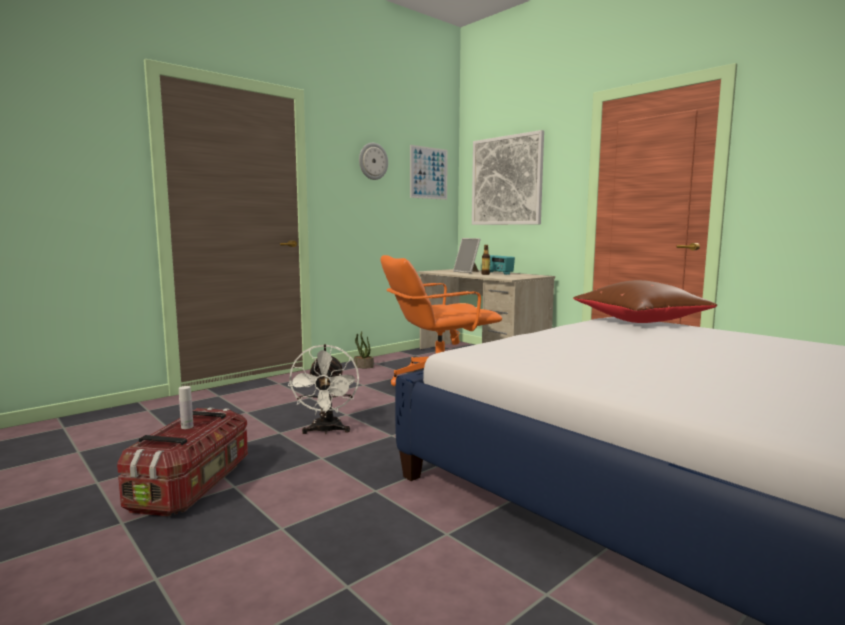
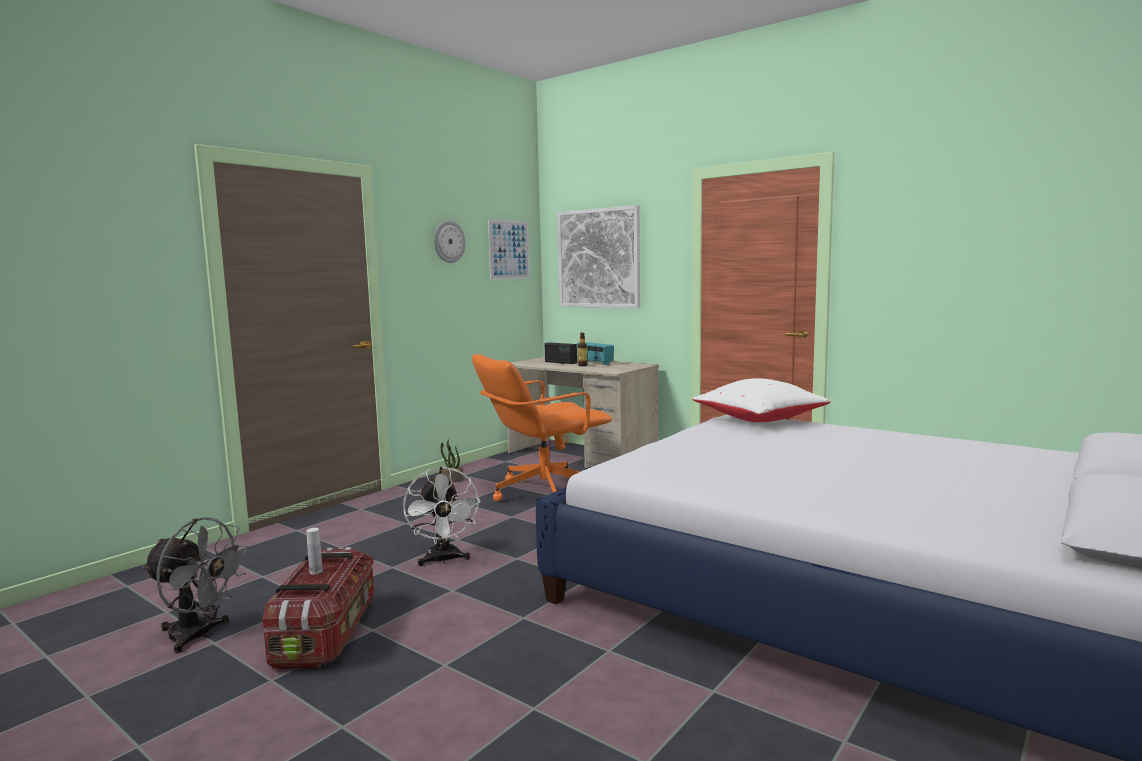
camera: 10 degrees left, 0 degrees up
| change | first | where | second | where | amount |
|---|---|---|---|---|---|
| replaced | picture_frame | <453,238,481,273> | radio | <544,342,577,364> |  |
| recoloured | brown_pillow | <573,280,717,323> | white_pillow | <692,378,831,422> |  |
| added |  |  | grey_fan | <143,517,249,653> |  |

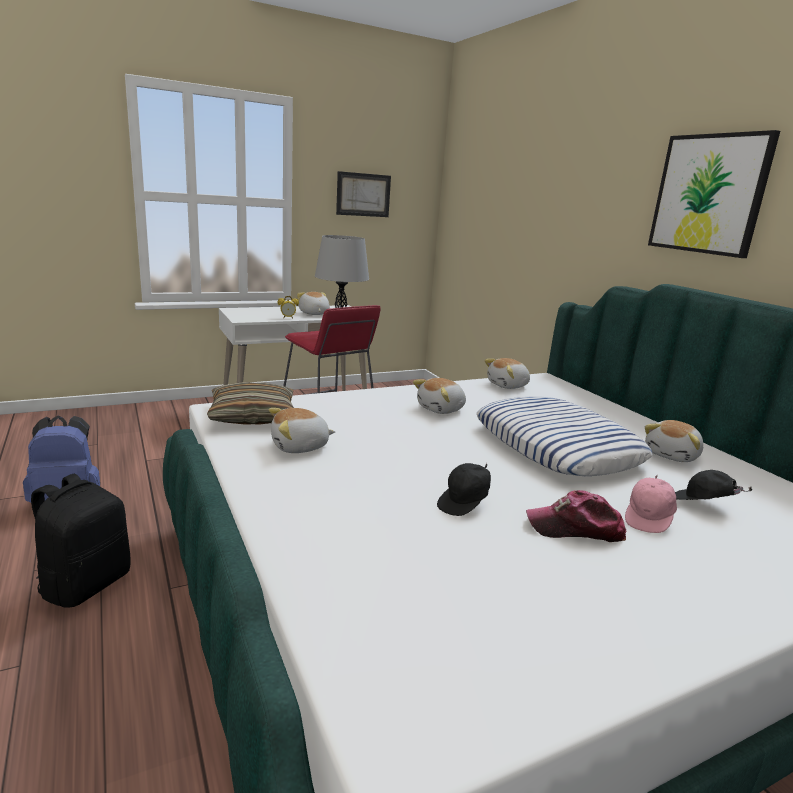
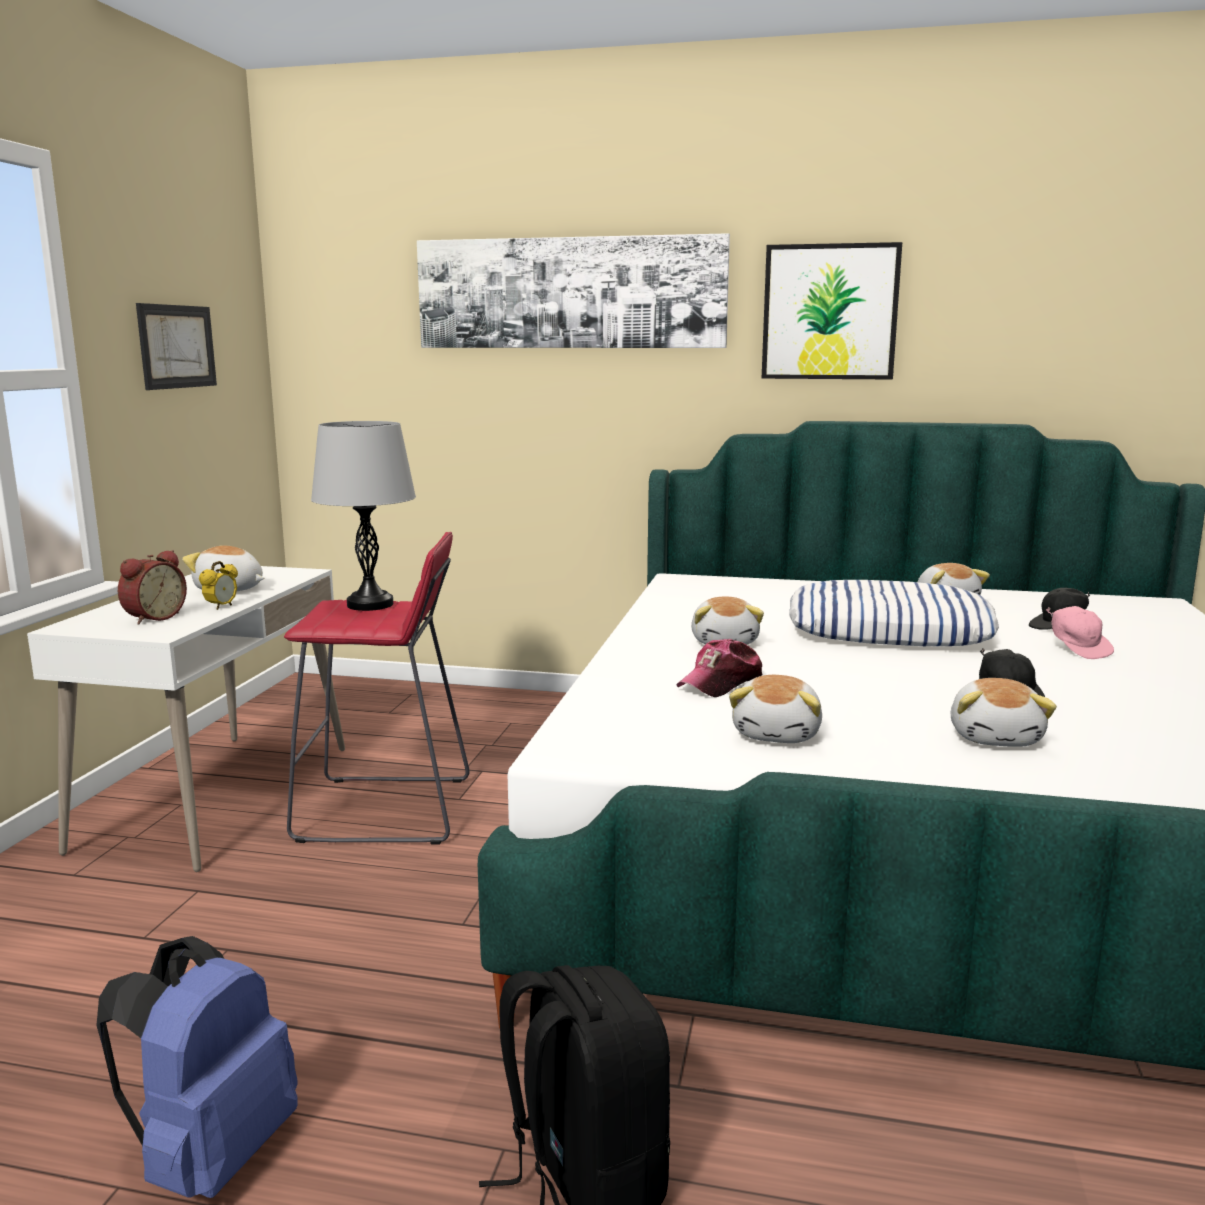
camera: 50 degrees left, 5 degrees down
| change | first | where | second | where | amount |
|---|---|---|---|---|---|
| moved | plush_toy | <484,358,530,389> |  | <951,678,1057,747> |  |
| removed | pillow | <207,382,294,425> |  |  |  |
| moved | cap | <526,490,626,542> |  | <676,639,763,697> |  |
| added |  |  | picture | <417,233,730,348> |  |
| added |  |  | alarm_clock | <118,550,187,625> |  |

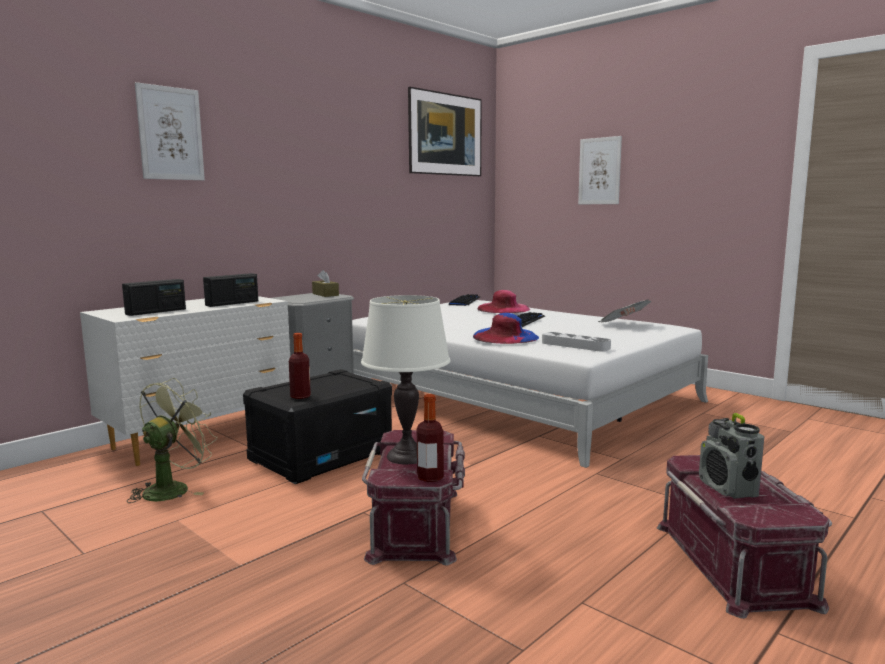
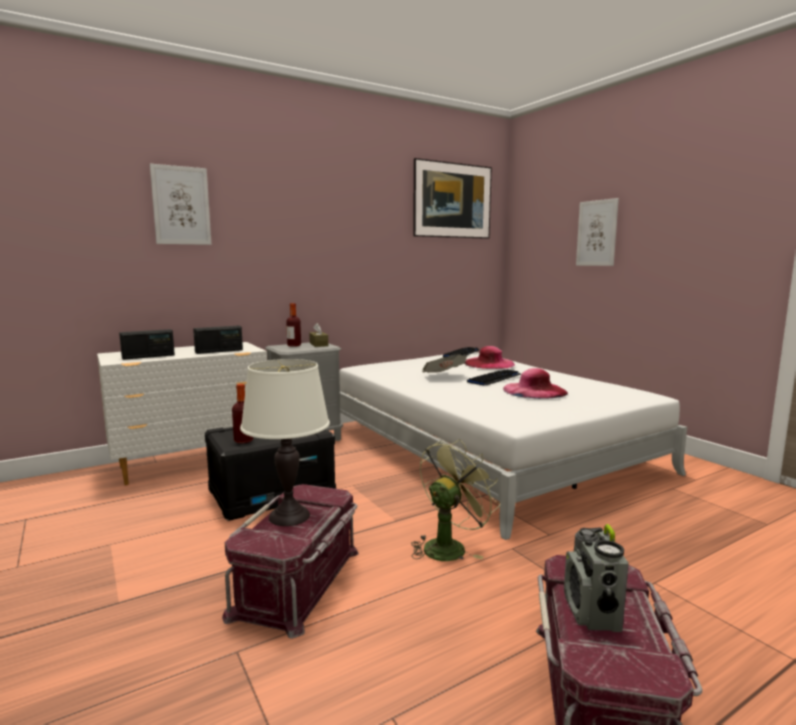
camera: 15 degrees right, 0 degrees up
| change | first | where | second | where | amount |
|---|---|---|---|---|---|
| moved | newspaper | <598,299,651,322> |  | <422,354,467,373> |  |
| removed | blue_hat | <473,313,539,344> |  |  |  |
| removed | grey_tray | <542,332,611,352> |  |  |  |
| moved | green_fan | <127,378,217,503> |  | <411,439,500,561> |  |
| moved | bottle | <417,394,444,482> |  | <286,303,301,347> |  |
| added |  |  | pink_hat | <503,368,568,399> |  |

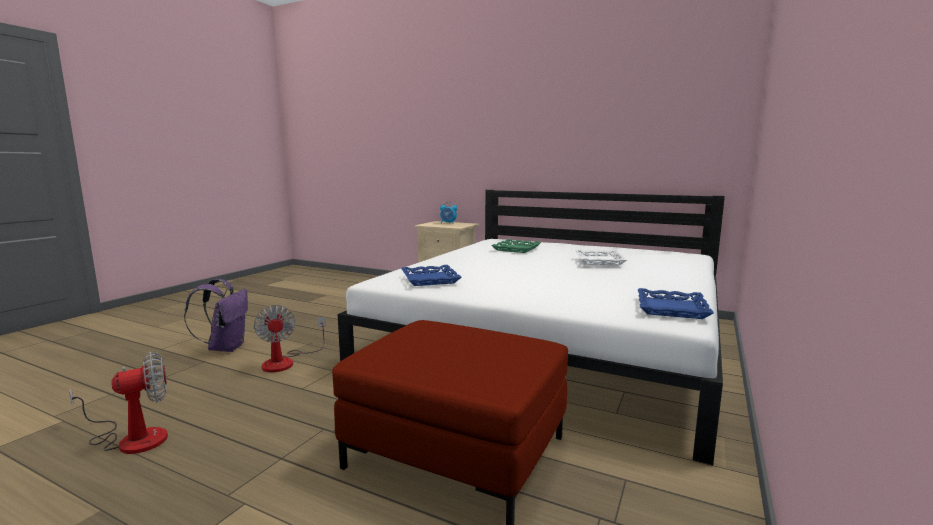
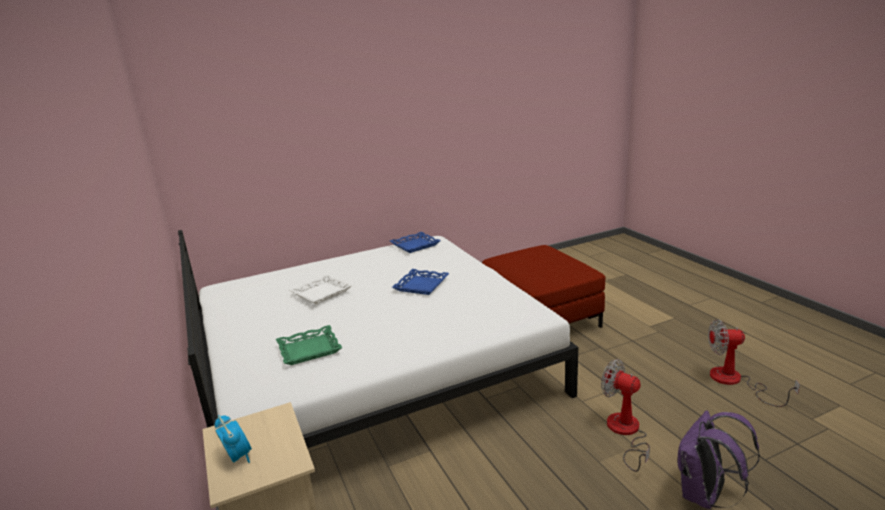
camera: 140 degrees left, 10 degrees up
| change | first | where | second | where | amount |
|---|---|---|---|---|---|
| moved | blue_tray | <401,265,462,286> |  | <392,269,449,295> |  |
| turned | fan | <254,305,325,372> |  | <601,359,650,472> | 60 degrees counterclockwise |

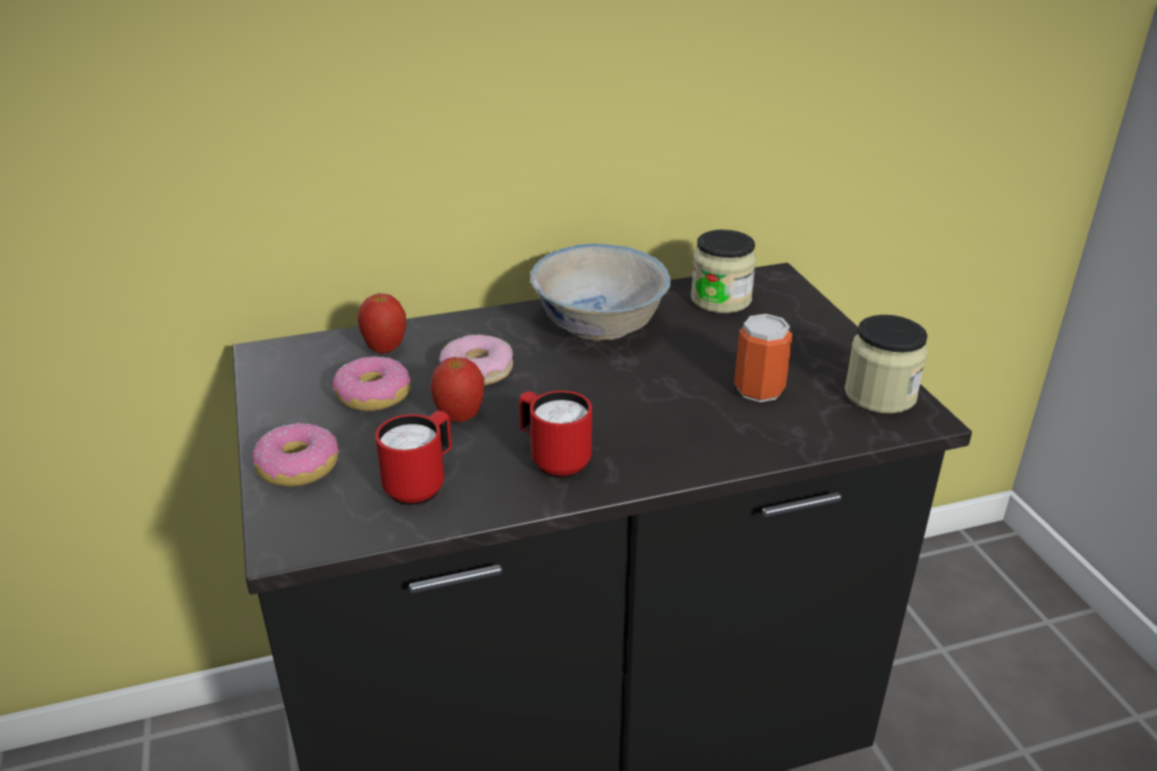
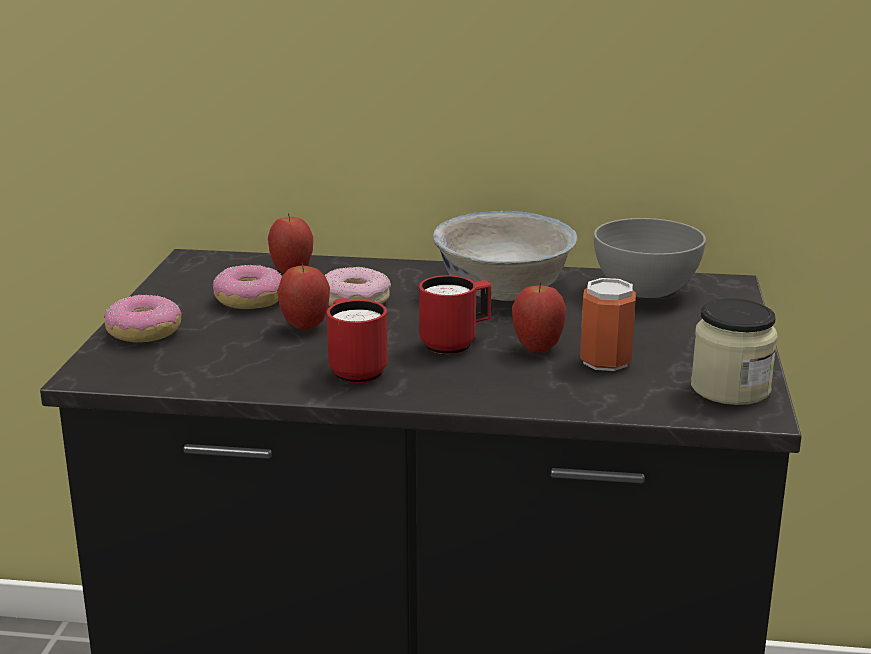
camera: 25 degrees right, 10 degrees down
| change | first | where | second | where | amount |
|---|---|---|---|---|---|
| replaced | jar | <691,230,756,313> | grey_bowl | <594,218,706,298> |  |
| moved | red_mug | <375,411,452,505> |  | <419,275,491,354> |  |
| added |  |  | apple | <512,282,566,353> |  |

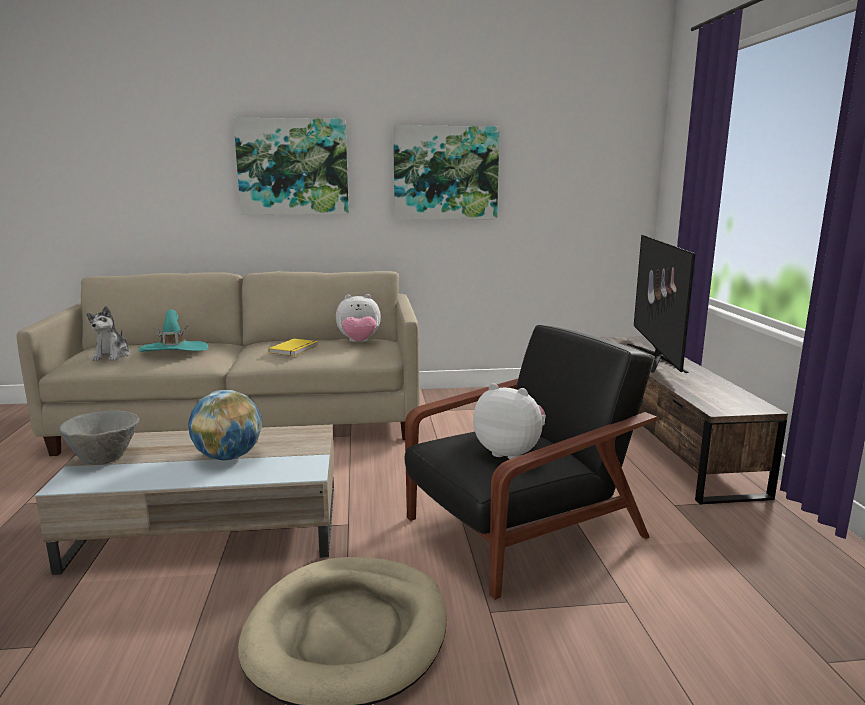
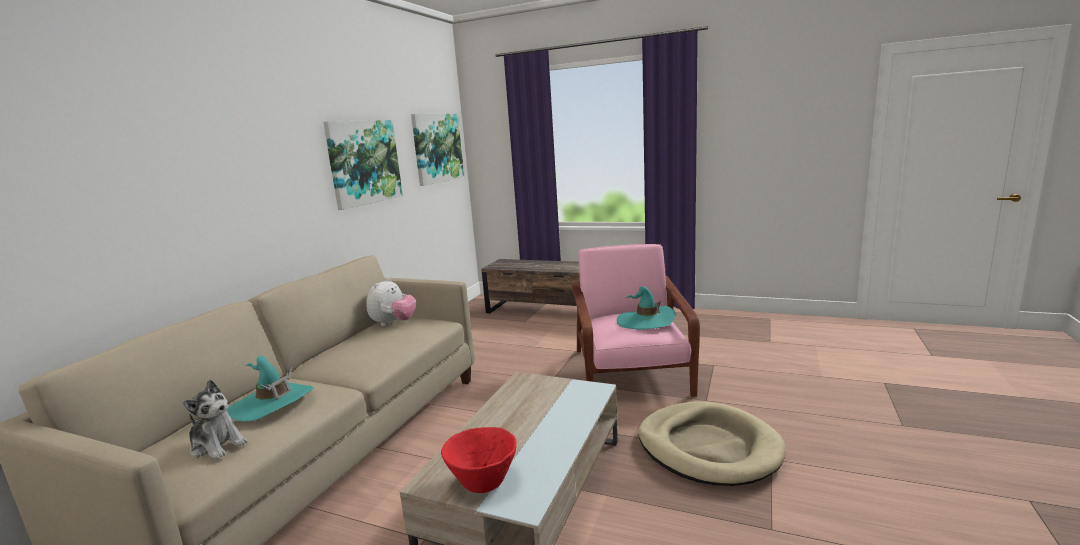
camera: 60 degrees left, 0 degrees up
| change | first | where | second | where | amount |
|---|---|---|---|---|---|
| moved | picture | <233,118,349,215> |  | <411,114,464,186> |  |
| removed | television | <627,235,696,373> |  |  |  |
| recoloured | black_armchair | <405,325,658,600> | pink_armchair | <571,244,700,397> |  |
| removed | yellow_book | <268,339,319,356> |  |  |  |
| replaced | plush_toy | <473,383,546,460> | turquoise_hat | <617,286,676,330> |  |
| removed | globe | <188,390,262,460> |  |  |  |
| recoloured | grey_bowl | <59,410,139,465> | red_bowl | <441,427,516,493> |  |

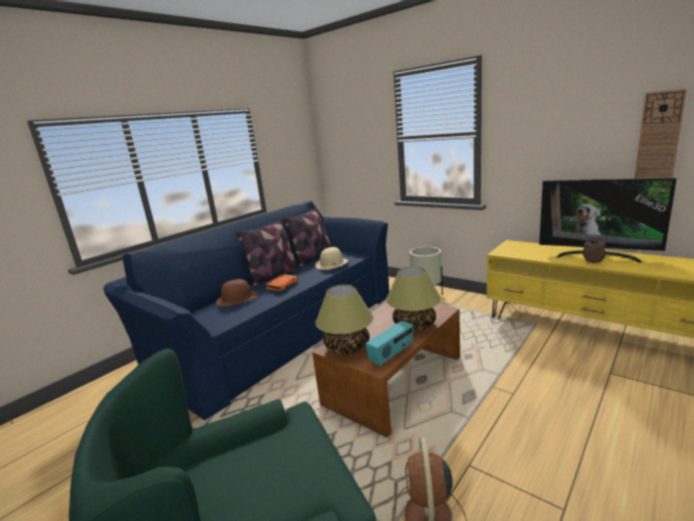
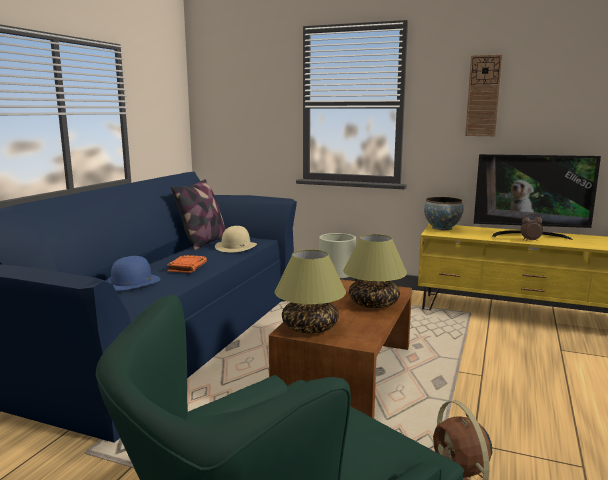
camera: 20 degrees left, 5 degrees down
| change | first | where | second | where | amount |
|---|---|---|---|---|---|
| moved | wall_clock | <634,89,687,179> |  | <465,55,502,136> |  |
| removed | pillow | <235,219,300,286> |  |  |  |
| recoloured | brown_hat | <216,279,258,307> | blue_hat | <105,256,161,291> |  |
| removed | radio | <366,321,413,367> |  |  |  |
| added |  |  | bowl | <424,197,464,230> |  |

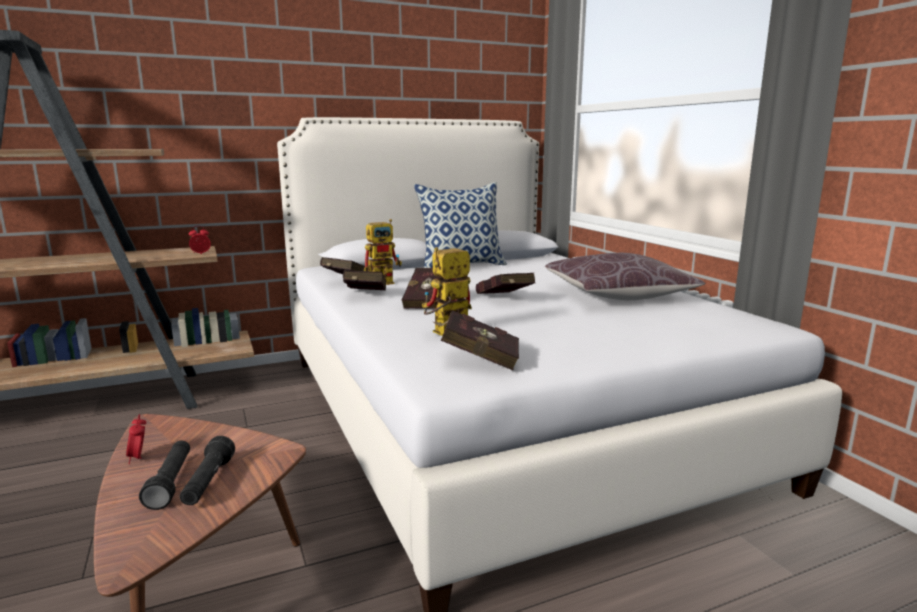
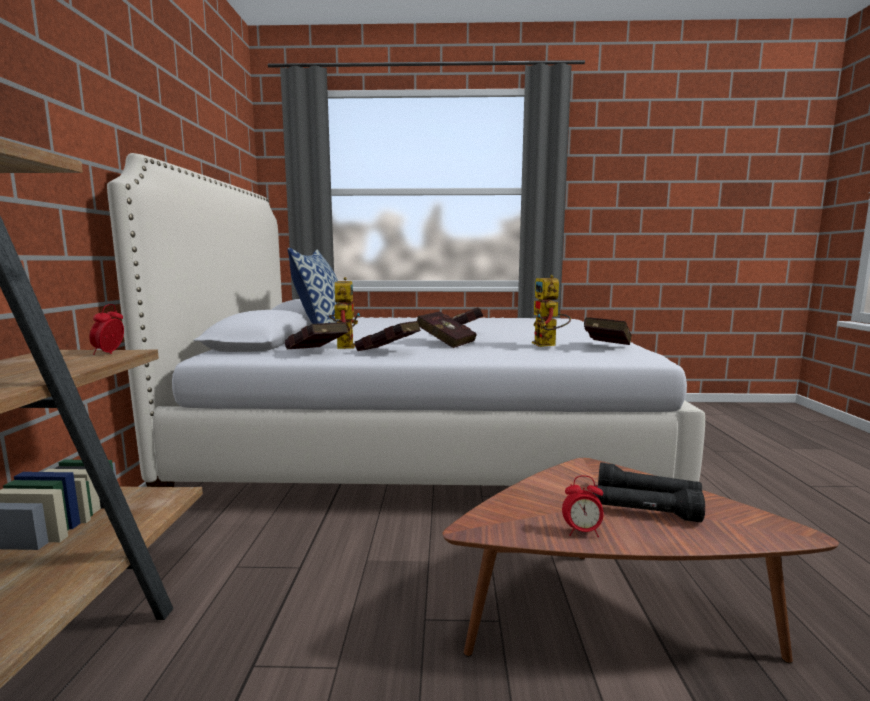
camera: 65 degrees left, 5 degrees down
| change | first | where | second | where | amount |
|---|---|---|---|---|---|
| removed | brown_pillow | <545,253,705,300> |  |  |  |

